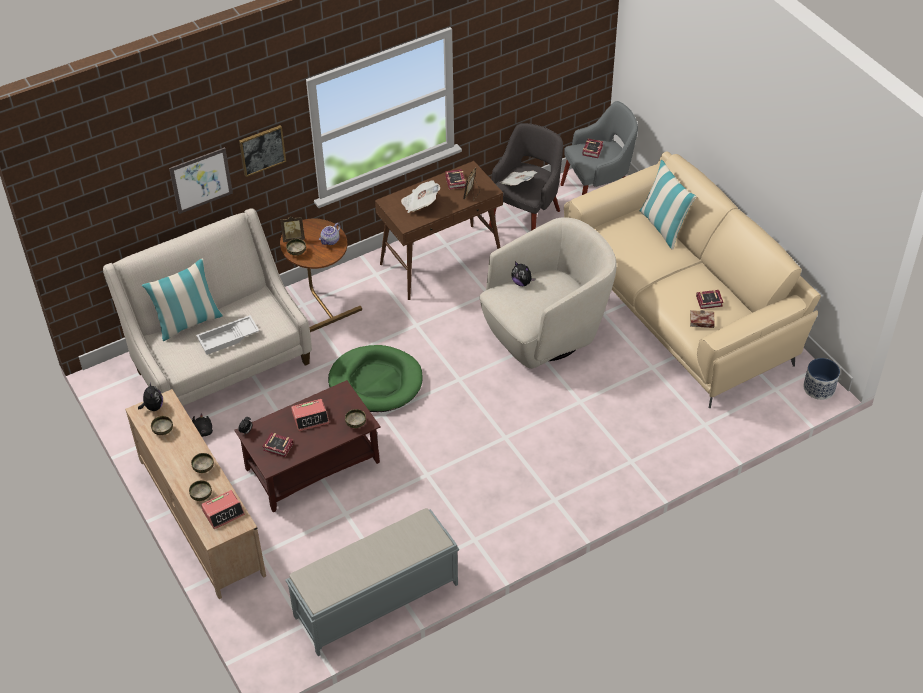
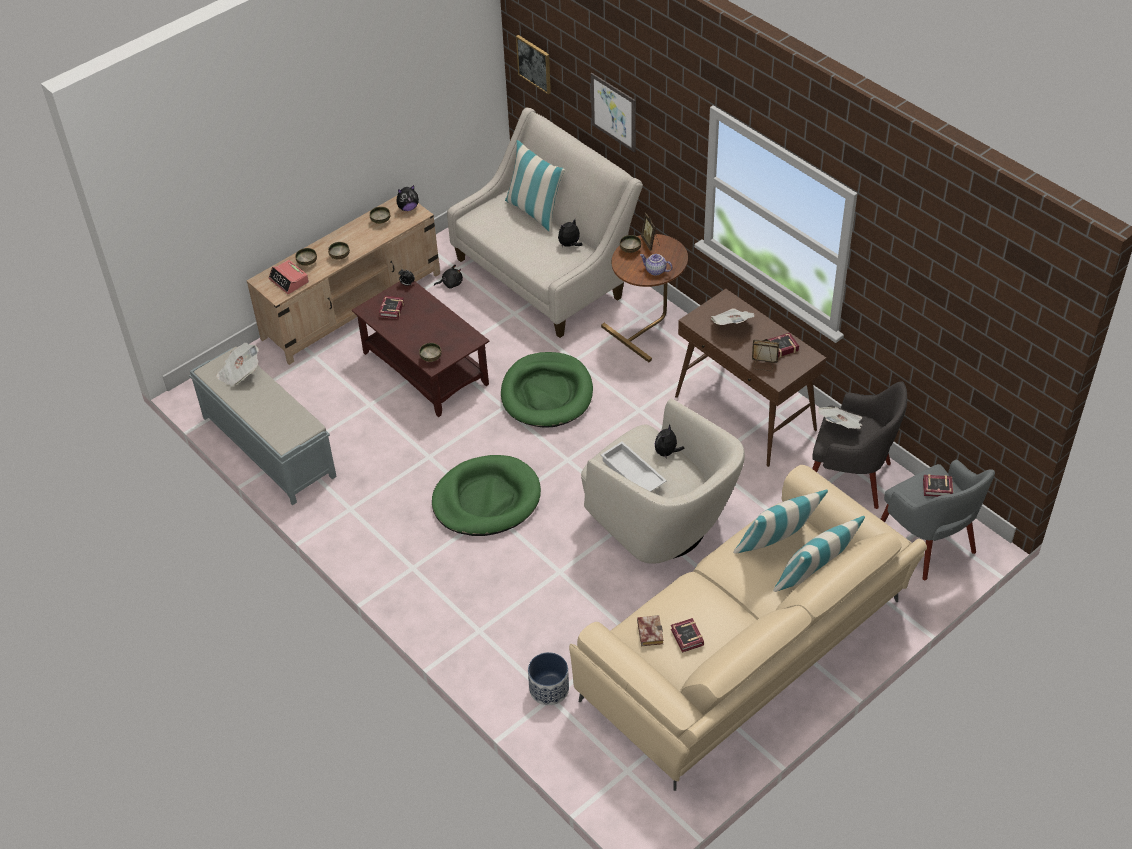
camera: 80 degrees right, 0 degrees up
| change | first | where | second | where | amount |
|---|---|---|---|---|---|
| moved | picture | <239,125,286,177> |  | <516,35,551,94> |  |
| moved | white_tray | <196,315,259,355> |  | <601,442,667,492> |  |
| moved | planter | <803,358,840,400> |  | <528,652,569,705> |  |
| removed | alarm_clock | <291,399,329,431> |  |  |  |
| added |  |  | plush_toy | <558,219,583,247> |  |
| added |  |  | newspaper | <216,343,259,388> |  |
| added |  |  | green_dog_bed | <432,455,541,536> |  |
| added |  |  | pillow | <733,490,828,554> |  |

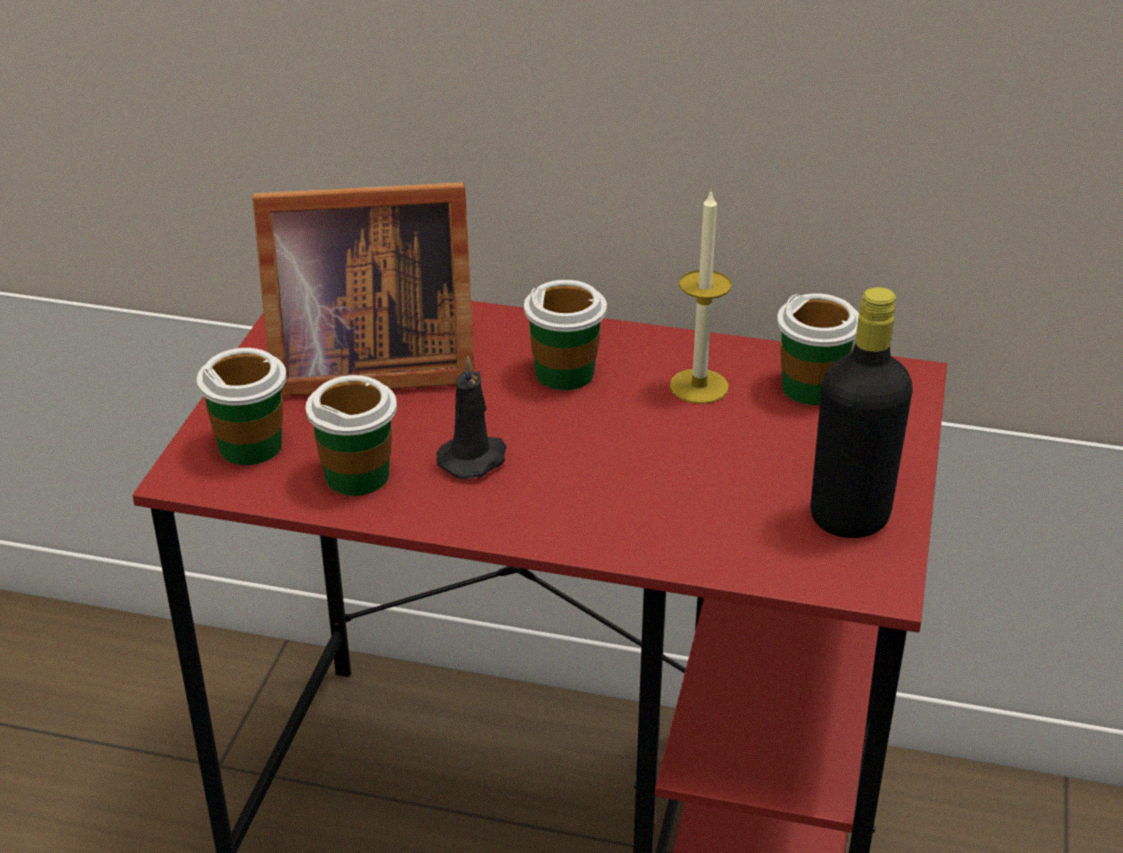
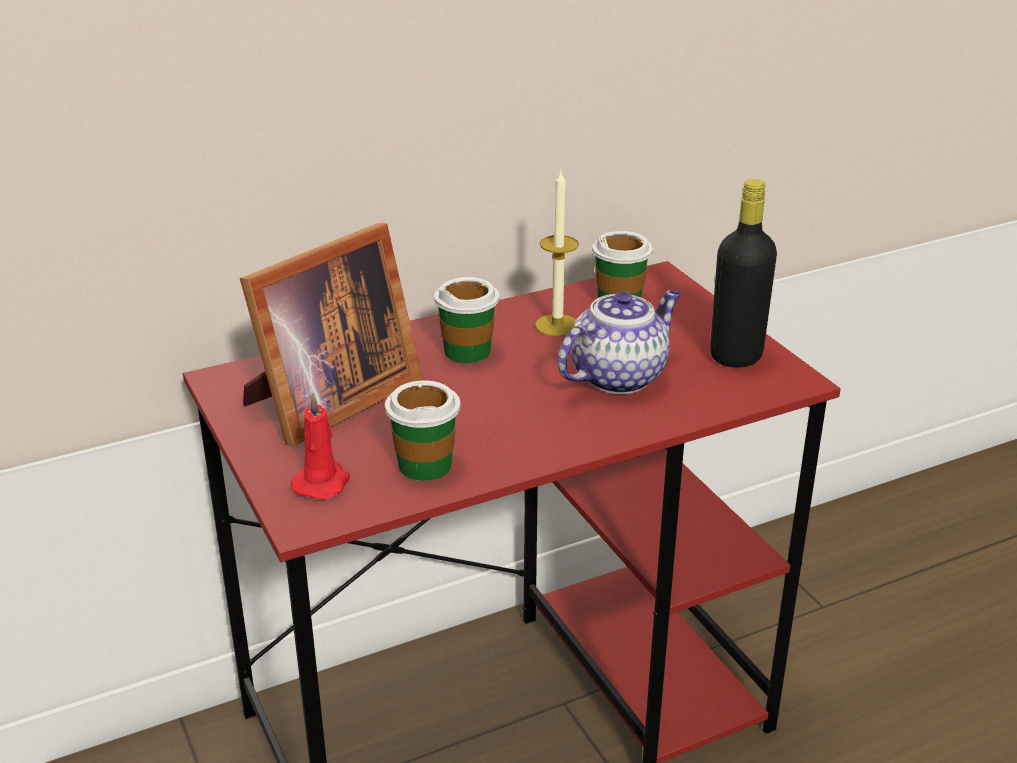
camera: 40 degrees left, 5 degrees down
| change | first | where | second | where | amount |
|---|---|---|---|---|---|
| replaced | cup | <197,348,287,465> | red_candle | <291,392,350,500> |  |
| removed | black_candle | <436,356,507,479> |  |  |  |
| added |  |  | teapot | <558,290,681,394> |  |

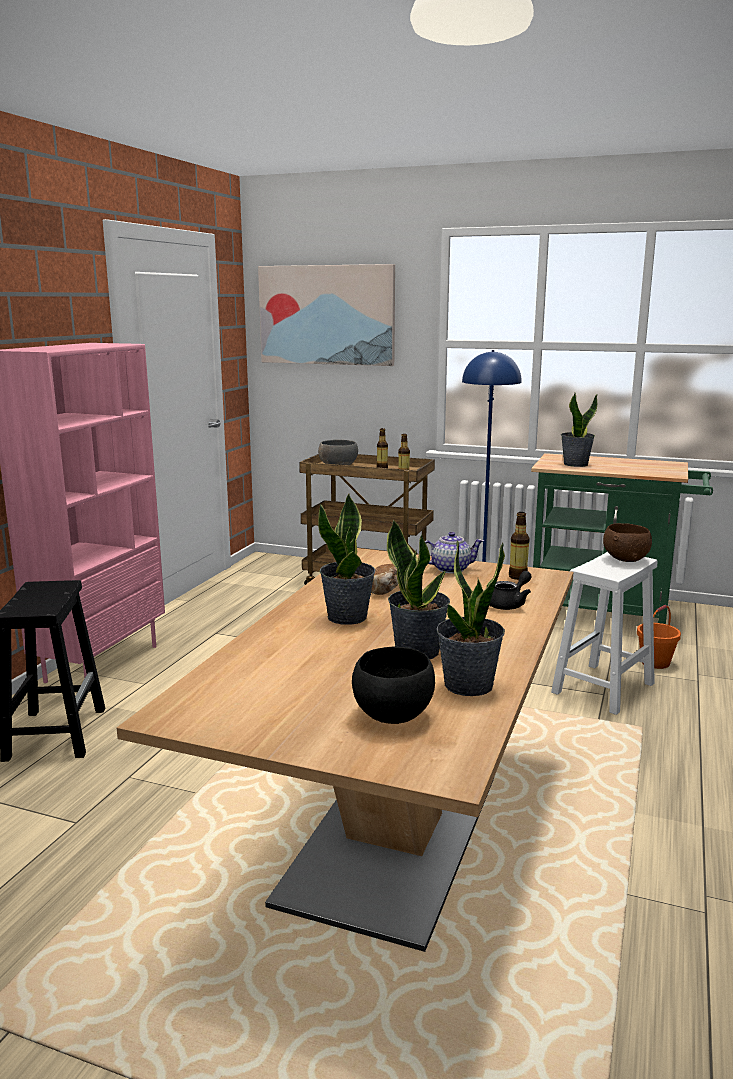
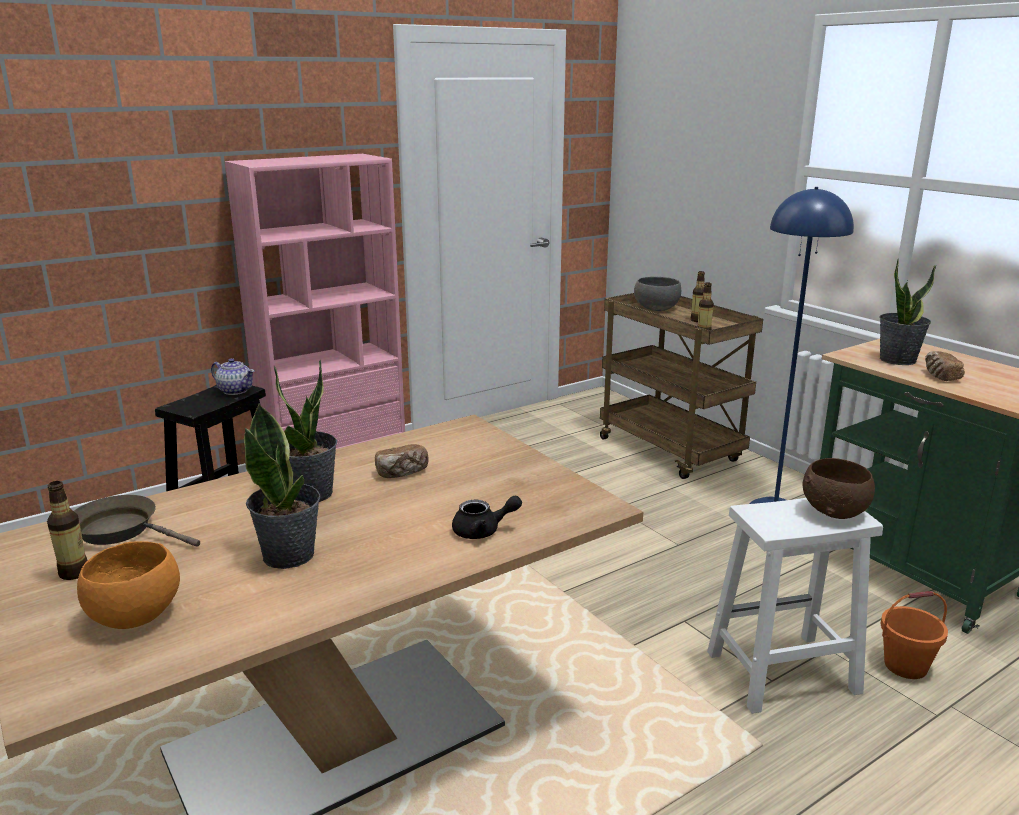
camera: 35 degrees right, 5 degrees up
| change | first | where | second | where | amount |
|---|---|---|---|---|---|
| removed | picture | <258,264,395,366> |  |  |  |
| moved | bottle | <509,512,530,580> |  | <47,481,88,580> |  |
| moved | teapot | <425,532,484,573> |  | <211,358,255,395> |  |
| removed | potted_plant | <436,540,505,696> |  |  |  |
| recoloured | black_bowl | <352,647,435,724> | orange_bowl | <77,541,180,629> |  |
| added |  |  | bread | <925,351,965,381> |  |
| added |  |  | brown_frying_pan | <74,495,200,547> |  |

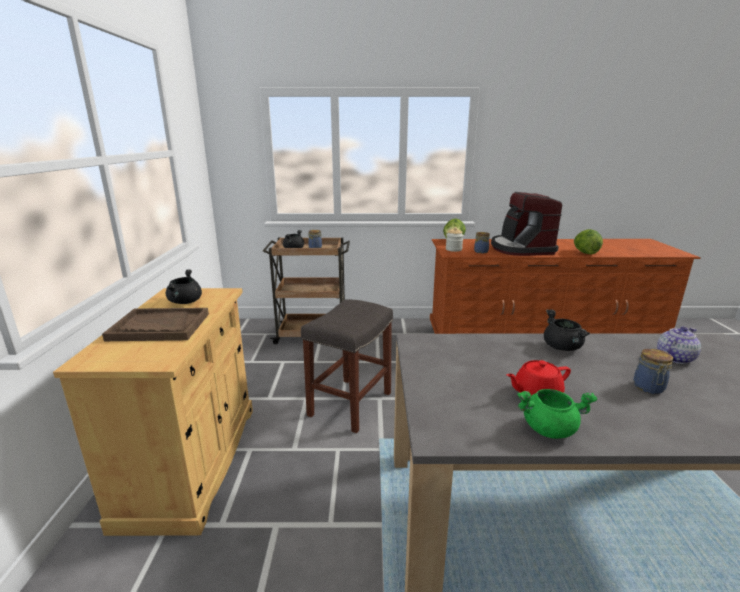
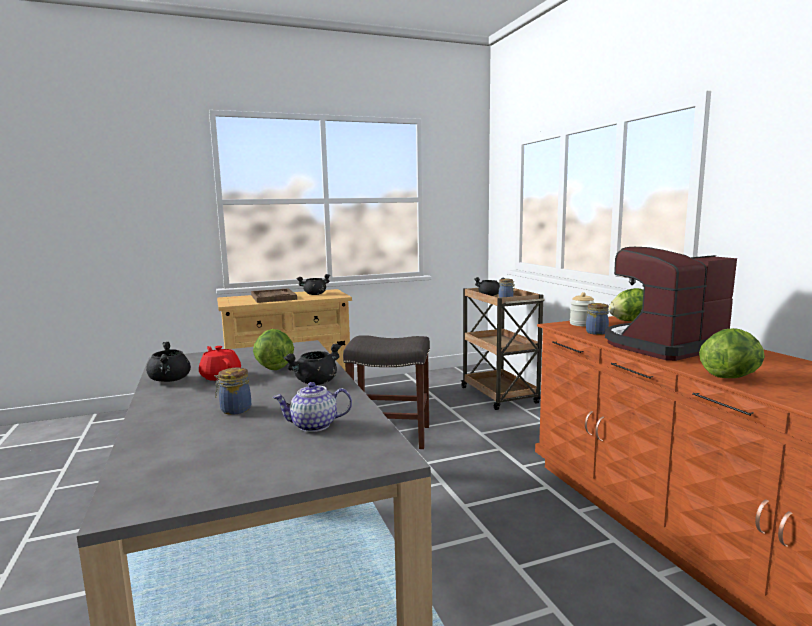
camera: 70 degrees right, 10 degrees down
| change | first | where | second | where | amount |
|---|---|---|---|---|---|
| turned | teapot | <657,326,701,364> |  | <273,382,352,432> | 135 degrees clockwise |
| recoloured | green_cooking_pot | <517,389,598,439> | black_cooking_pot | <146,341,191,382> |  |
| added |  |  | lettuce | <253,329,294,370> |  |

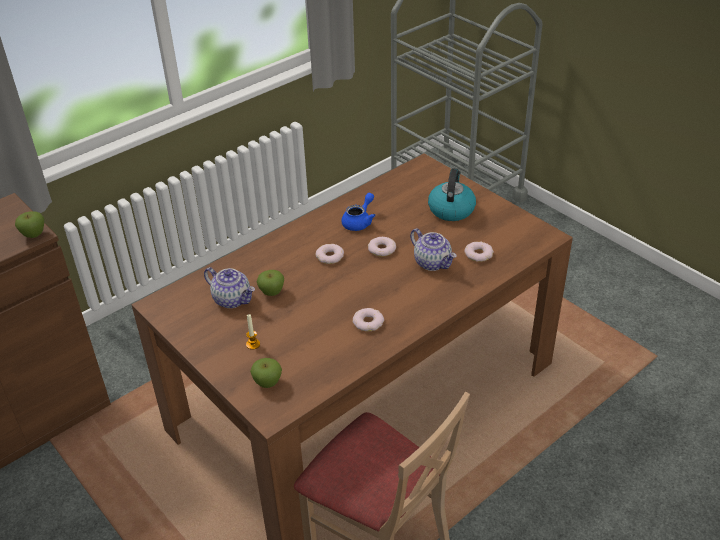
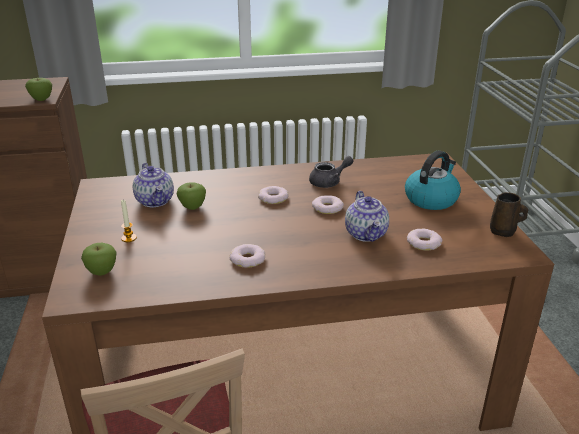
camera: 30 degrees right, 10 degrees down
| change | first | where | second | where | amount |
|---|---|---|---|---|---|
| recoloured | blue_teapot | <341,193,376,231> | grey_teapot | <309,156,354,188> |  |
| added |  |  | brown_mug | <490,192,528,237> |  |

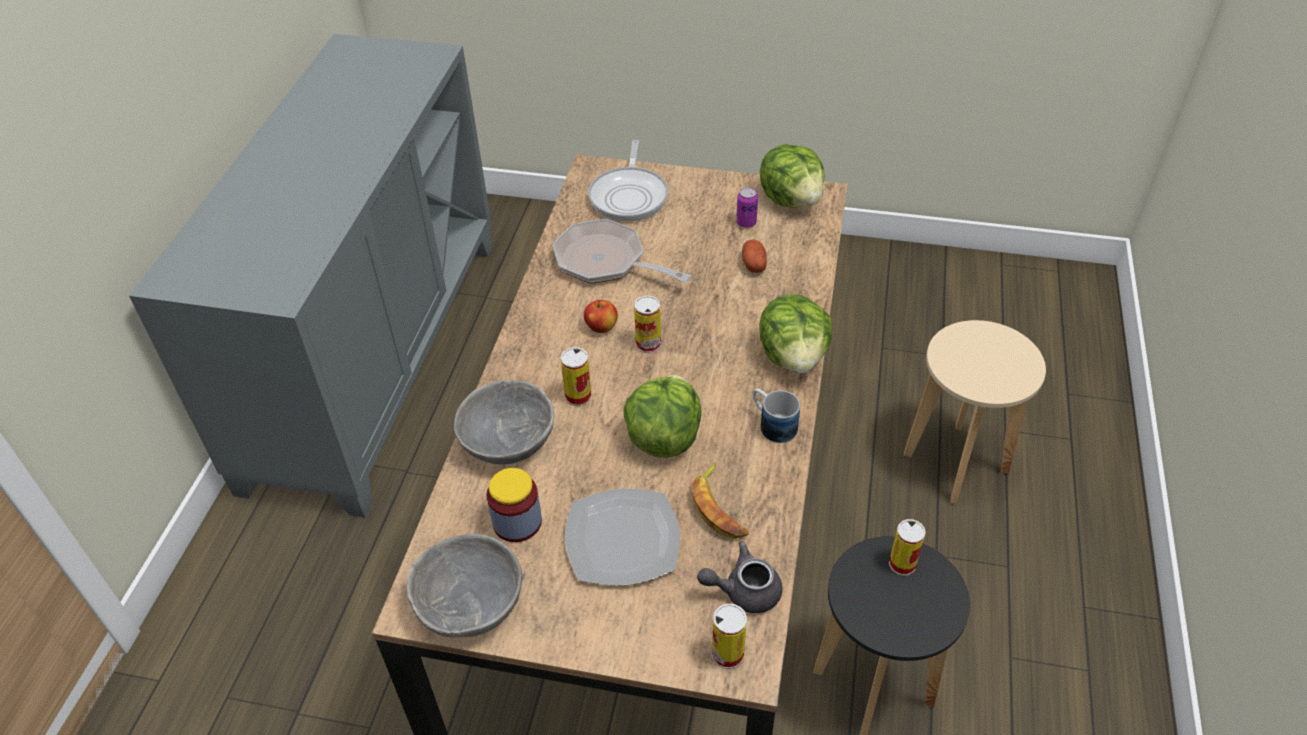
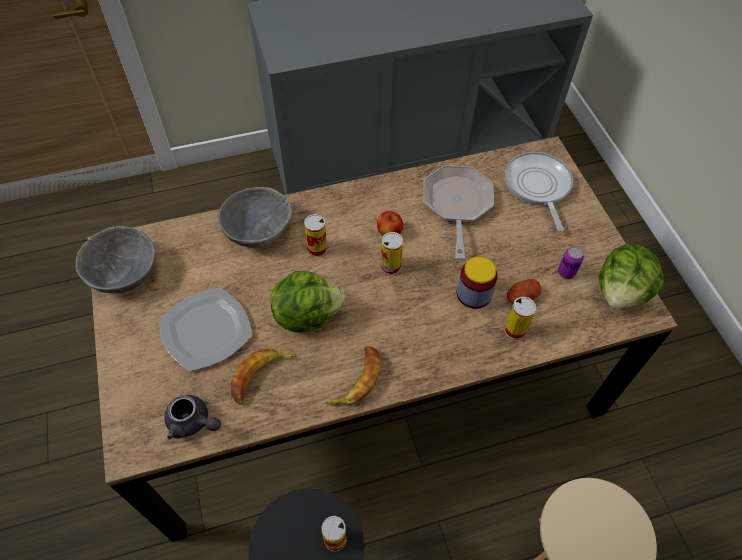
camera: 60 degrees right, 10 degrees up
| change | first | where | second | where | amount |
|---|---|---|---|---|---|
| turned | frying_pan | <588,140,668,222> |  | <505,152,573,232> | 105 degrees clockwise |
| removed | lettuce | <759,295,832,373> |  |  |  |
| replaced | mug | <753,388,800,443> | banana | <325,346,380,404> |  |
| moved | jar | <487,468,542,542> |  | <457,257,498,309> |  |
| turned | grey_teapot | <697,541,782,613> |  | <164,395,221,440> | 150 degrees clockwise |
| moved | can | <712,603,747,669> |  | <504,297,536,340> |  |

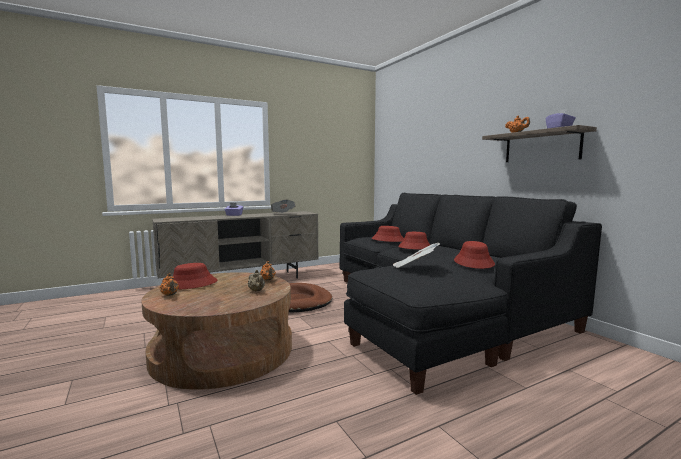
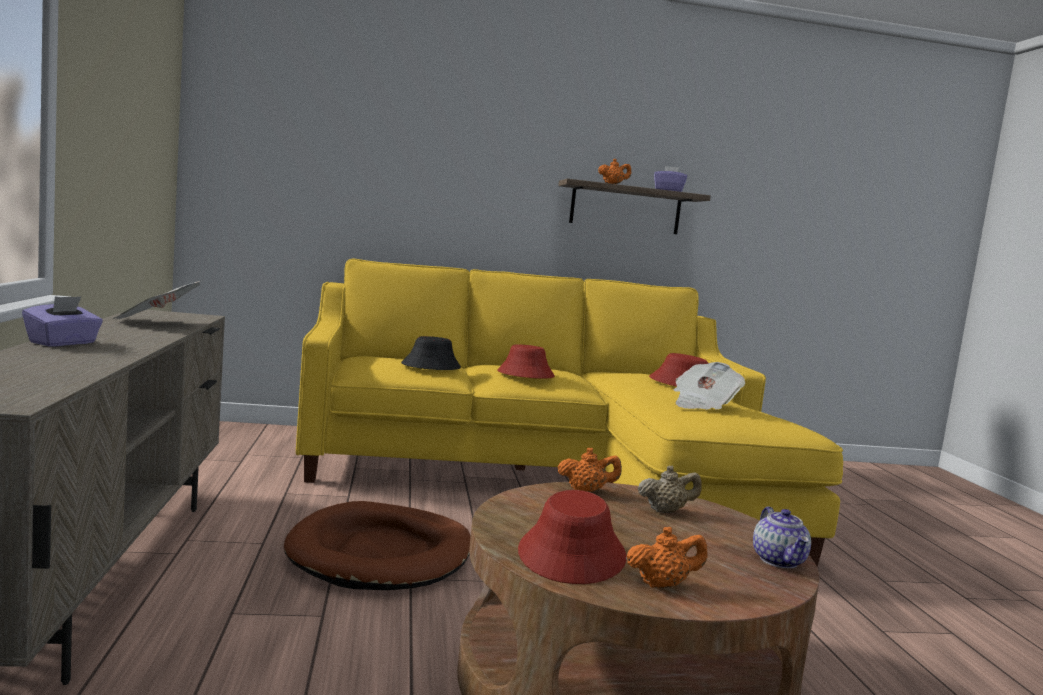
camera: 70 degrees left, 0 degrees up
| change | first | where | second | where | amount |
|---|---|---|---|---|---|
| recoloured | black_sofa | <339,193,602,395> | yellow_sofa | <296,259,843,567> |  |
| recoloured | red_hat | <372,226,404,242> | black_hat | <401,336,461,370> |  |
| added |  |  | teapot | <753,506,811,568> |  |

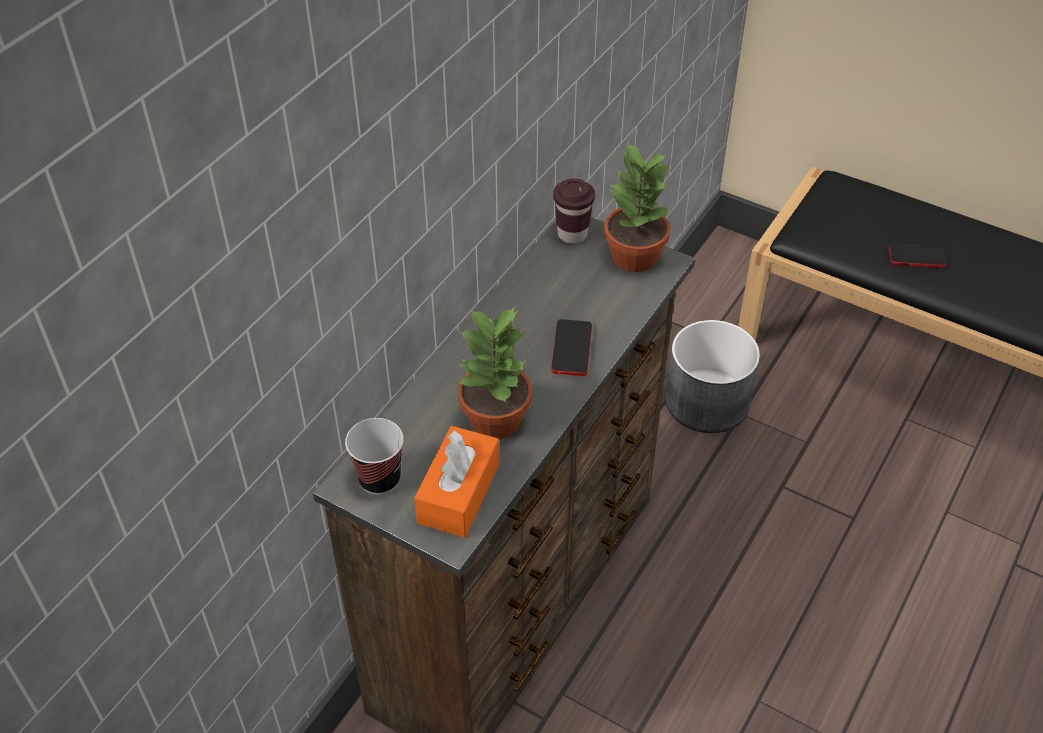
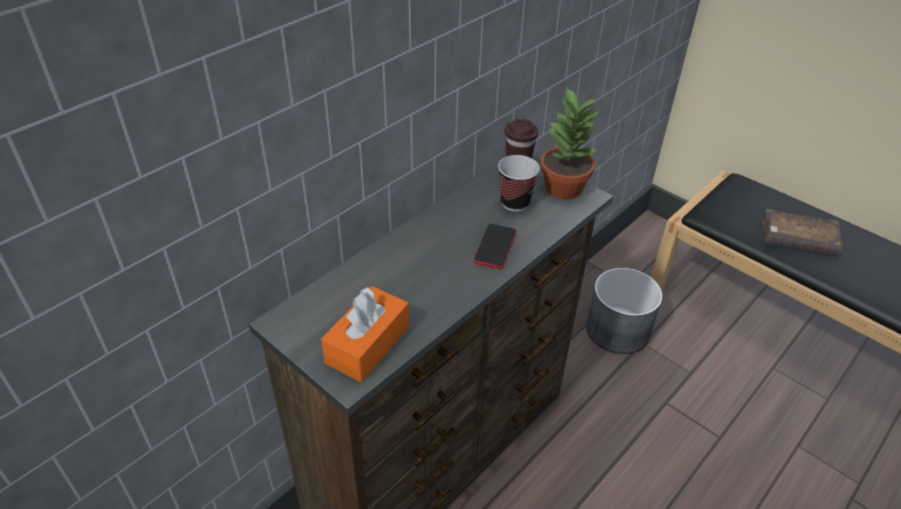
camera: 10 degrees right, 5 degrees down
| change | first | where | second | where | amount |
|---|---|---|---|---|---|
| replaced | phone | <889,244,946,268> | brown_book | <762,209,843,257> |  |
| removed | potted_plant | <458,307,532,439> |  |  |  |
| moved | cup | <345,418,404,495> |  | <498,155,540,212> |  |

